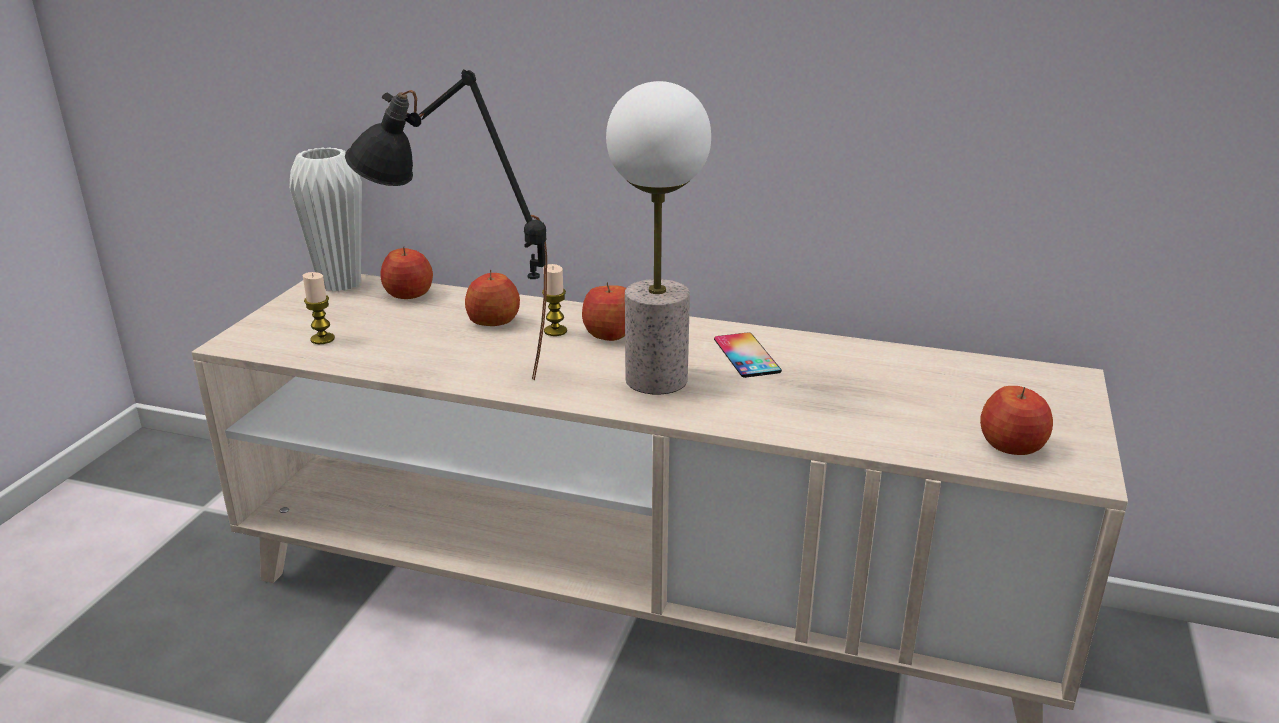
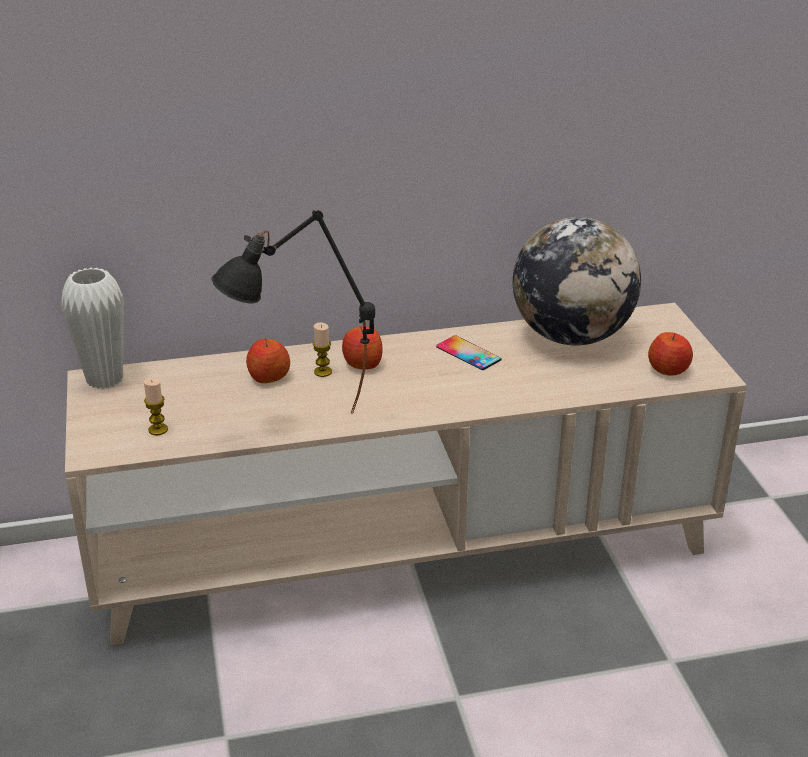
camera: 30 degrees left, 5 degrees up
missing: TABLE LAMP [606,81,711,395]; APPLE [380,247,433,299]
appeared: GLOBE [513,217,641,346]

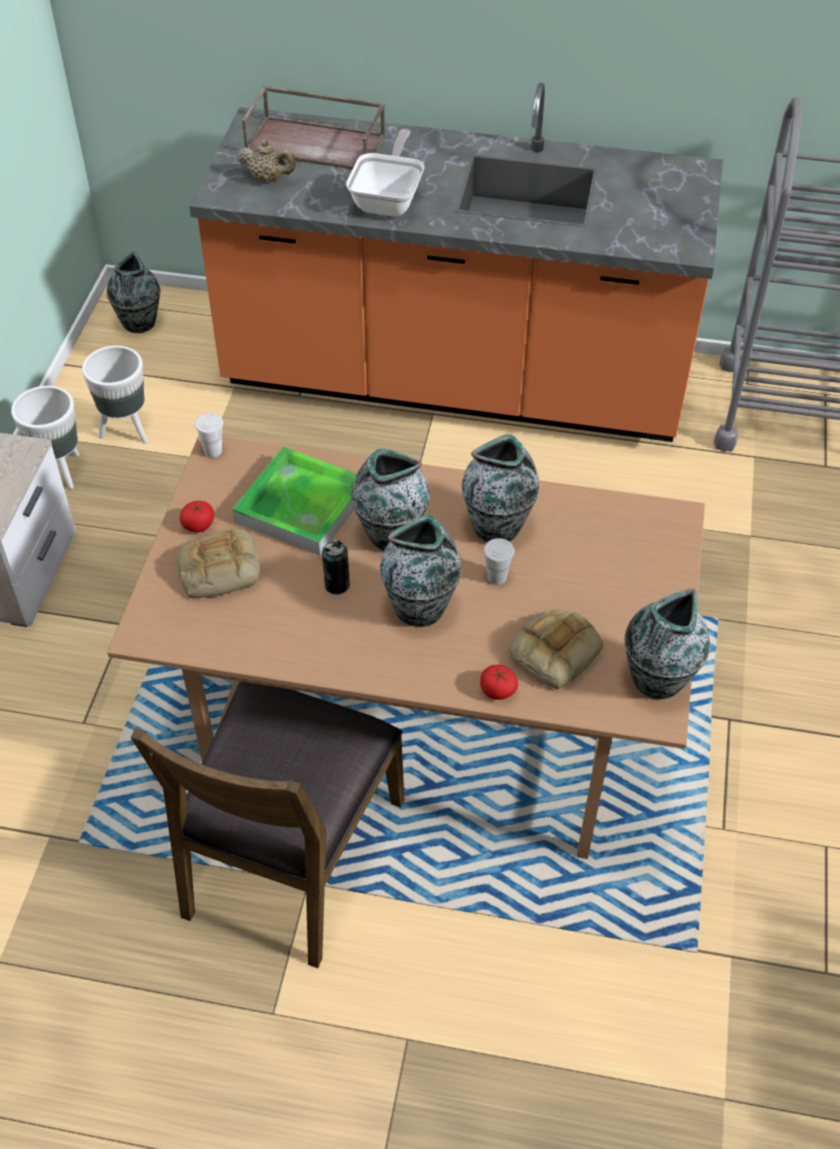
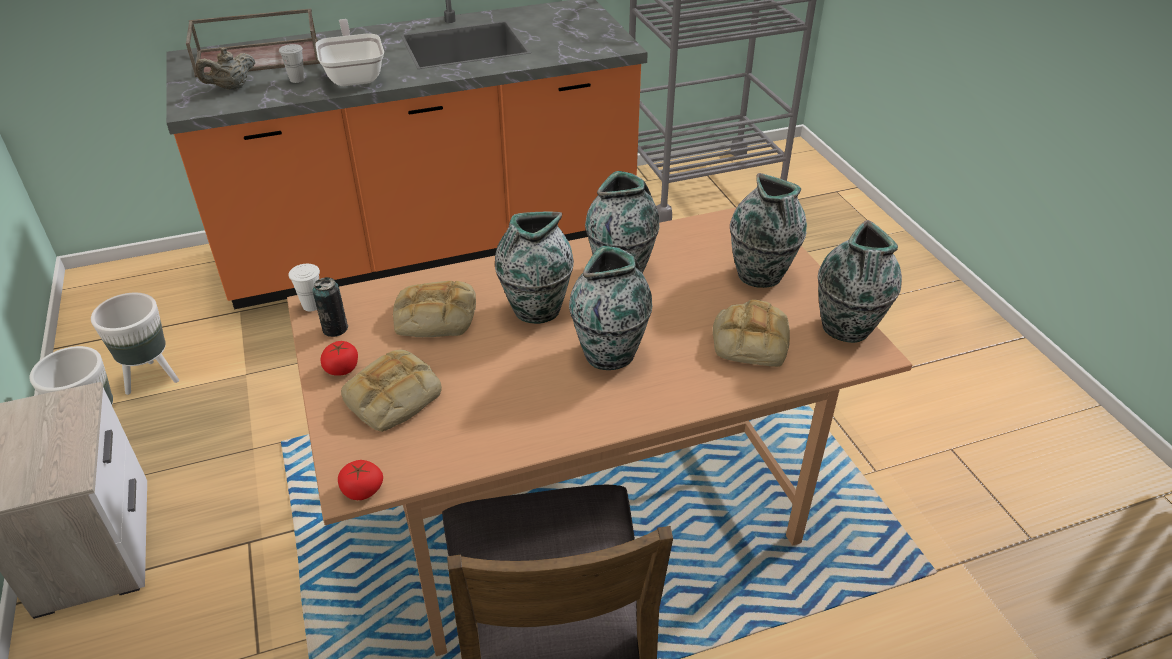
camera: 30 degrees left, 10 degrees down
relocated: VASE [107,251,161,333] to [730,173,807,288]; WHITE CUP [483,538,514,585] to [279,44,305,83]; CAN [322,540,350,595] to [313,277,348,337]; TOMATO [480,665,518,700] to [338,460,383,500]
exchanged: TRAY [233,447,357,556] to BREAD [393,281,476,337]
spun: BEIGE TEAPOT [237,139,296,182] = [196,48,255,90] 150 degrees clockwise

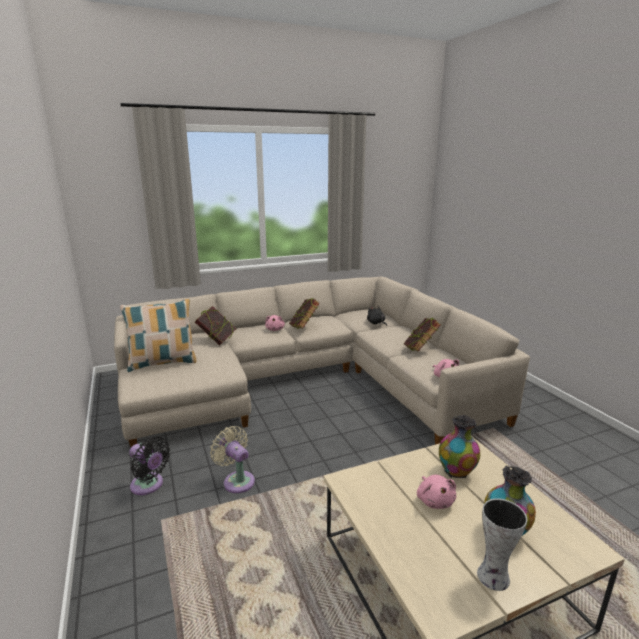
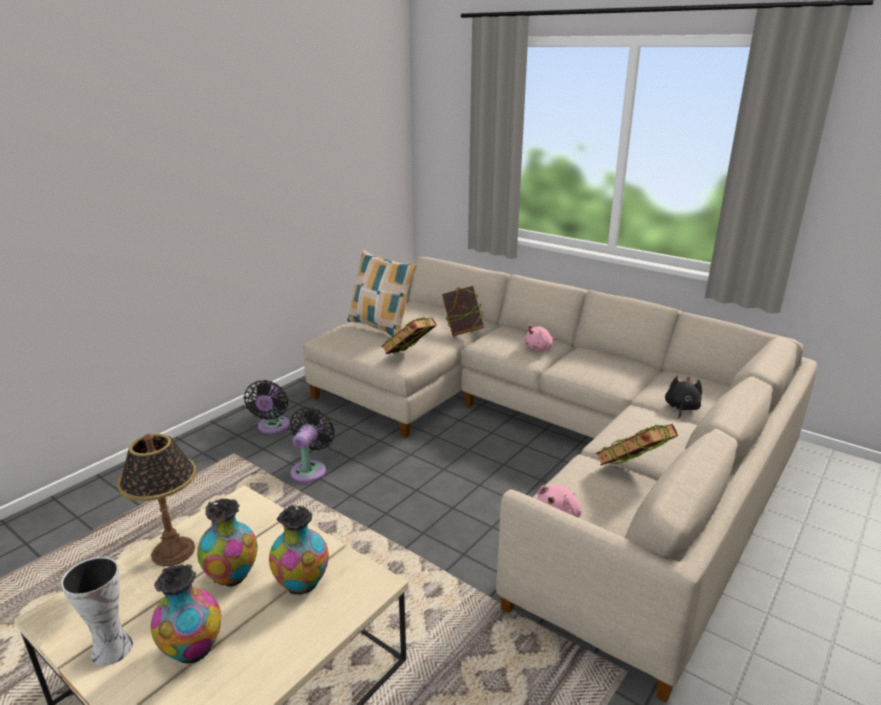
camera: 60 degrees right, 5 degrees up
appeared: TABLE LAMP [117,434,196,566]
relocated: BOOK [289,298,320,329] to [381,317,437,354]
exchanged: PINK PLUSH TOY [417,475,456,509] to VASE [197,498,257,587]
colour: BEIGE FAN [210,426,255,493] to BLACK FAN [290,407,335,483]

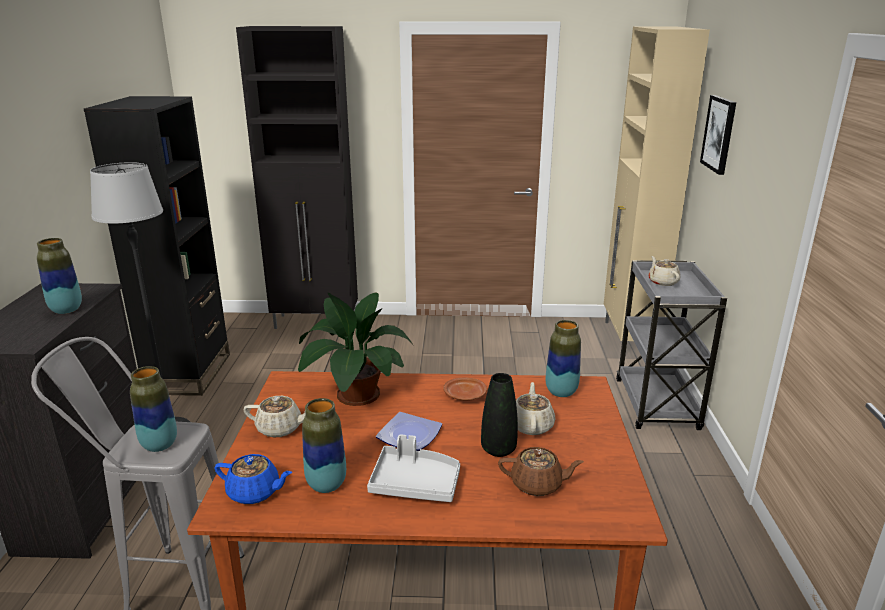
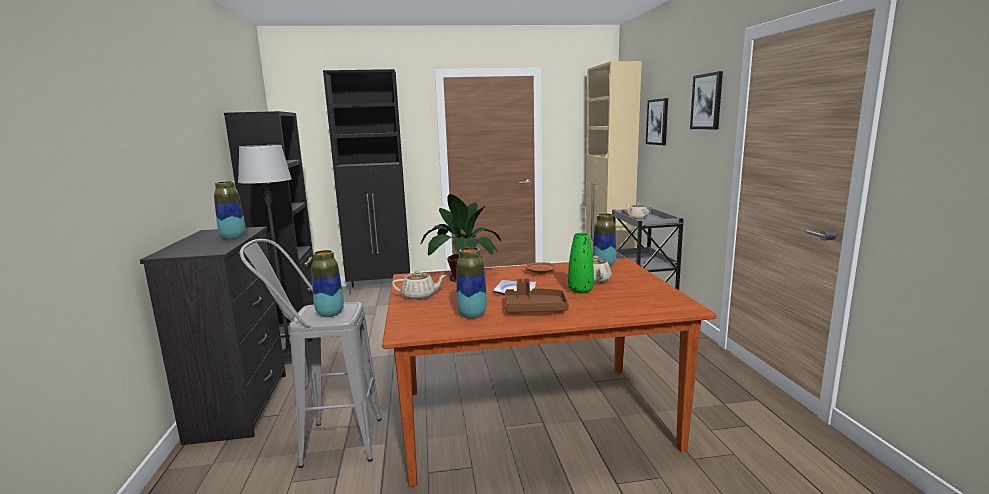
camera: 10 degrees left, 10 degrees down
missing: BROWN TEAPOT [498,447,584,496]; BLUE TEAPOT [214,454,292,504]
appeared: PICTURE [690,71,723,129]
colour: BLACK VASE [481,373,518,457] to GREEN VASE [568,233,594,293]; GREY TRAY [367,434,460,502] to BROWN TRAY [505,279,569,312]

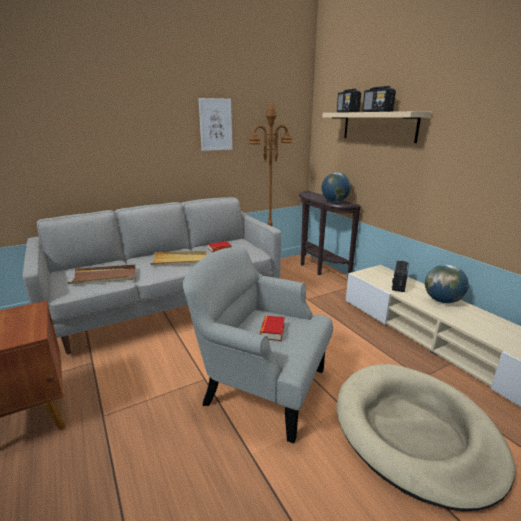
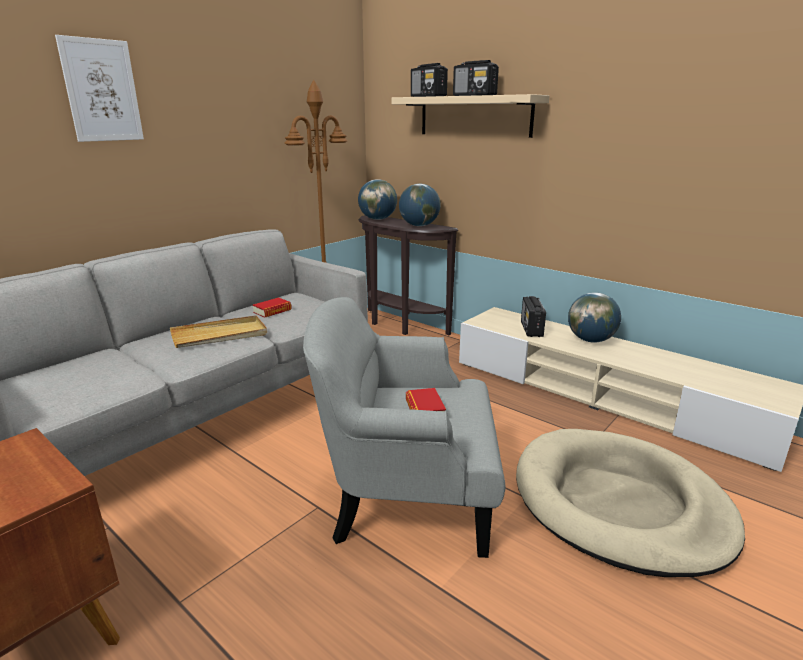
camera: 20 degrees left, 0 degrees up
missing: BROWN TRAY [68,265,136,284]
appeared: GLOBE [358,179,397,220]
relocated: PICTURE [199,98,232,151] to [55,35,144,142]

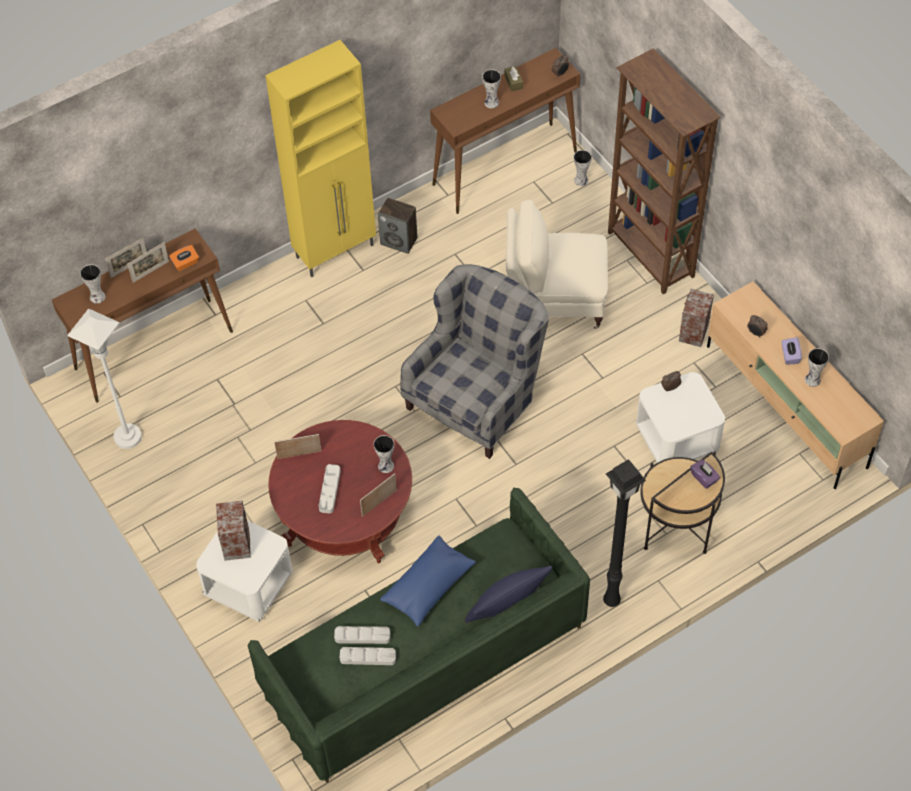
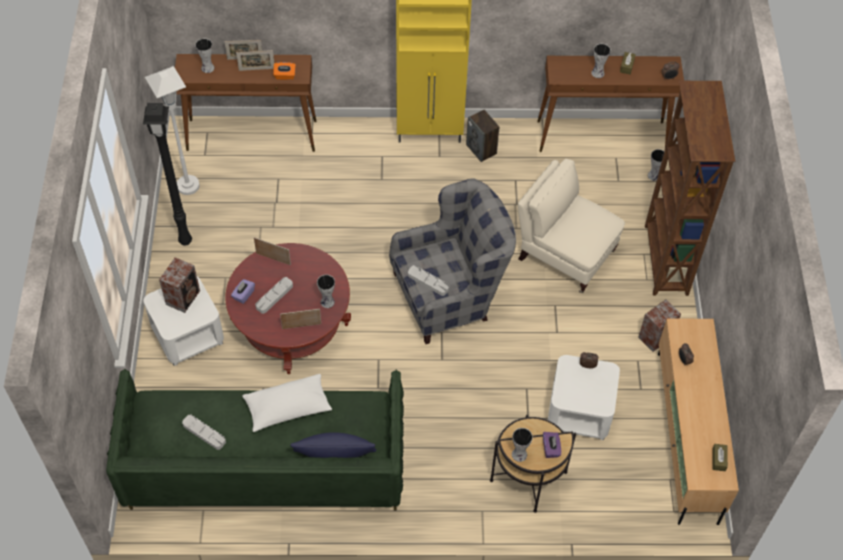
camera: 30 degrees right, 0 degrees up
appeared: BROWN TISSUE BOX [712,444,728,471]
relocated: PURPLE TISSUE BOX [782,337,802,365] to [231,279,255,304]; VASE [805,348,829,387] to [512,428,533,462]; BLACK FLOOR LAMP [603,459,646,607] to [143,103,192,246]; GREY TRAY [334,626,390,644] to [408,265,449,296]
colour: BLUE PILLOW [380,535,476,627] to WHITE PILLOW [242,374,332,432]

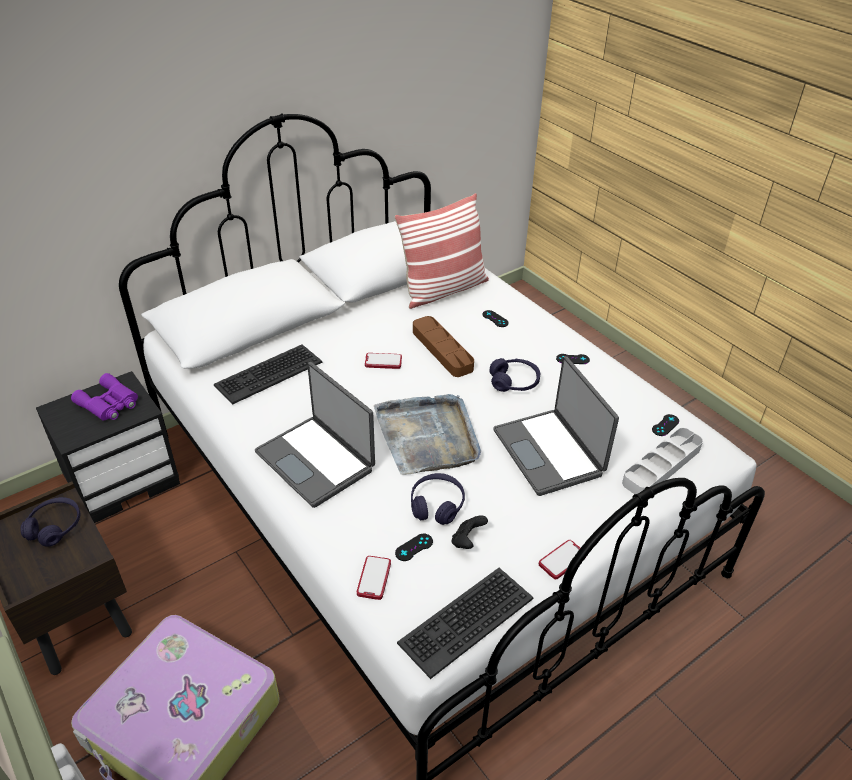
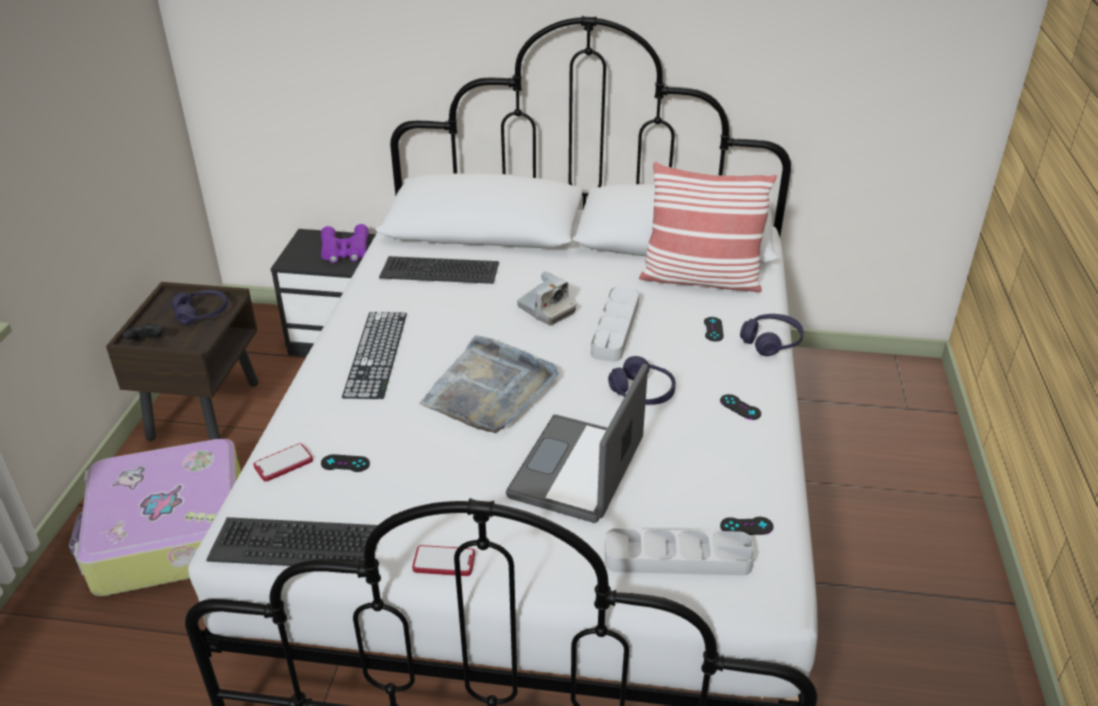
camera: 45 degrees right, 5 degrees down
relocated: PURPLE HEADPHONES [411,473,465,525] to [740,314,804,356]; BLACK GAME CONTROLLER [452,515,488,549] to [123,323,164,342]
exchanged: PHONE [365,353,402,369] to PHOTO CAMERA [517,271,576,326]; LAPTOP [255,362,375,508] to KEYBOARD [342,312,407,399]
colour: BROWN TRAY [413,316,474,377] to GREY TRAY [591,287,639,362]

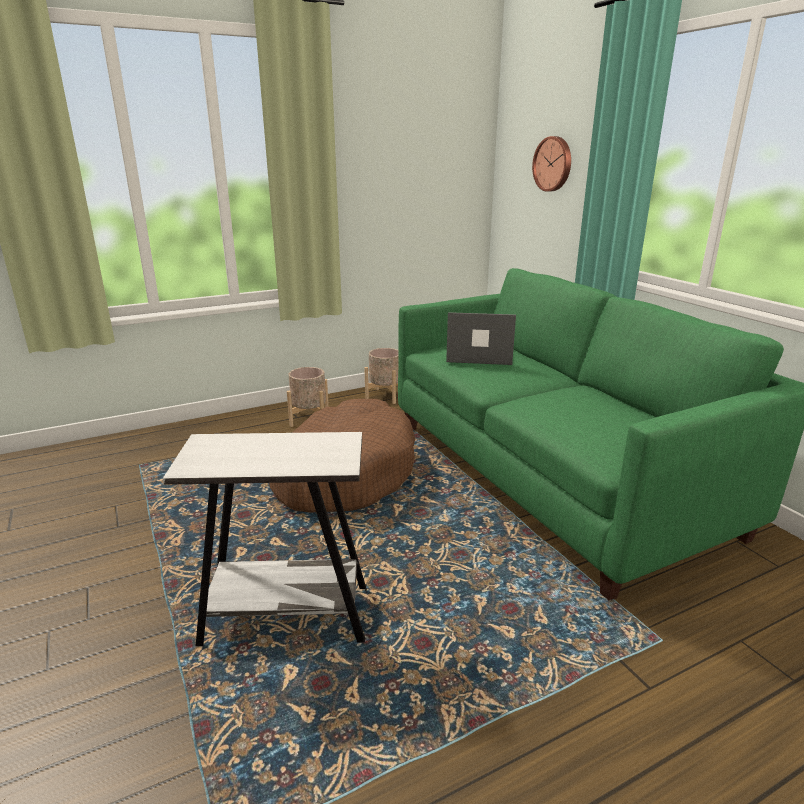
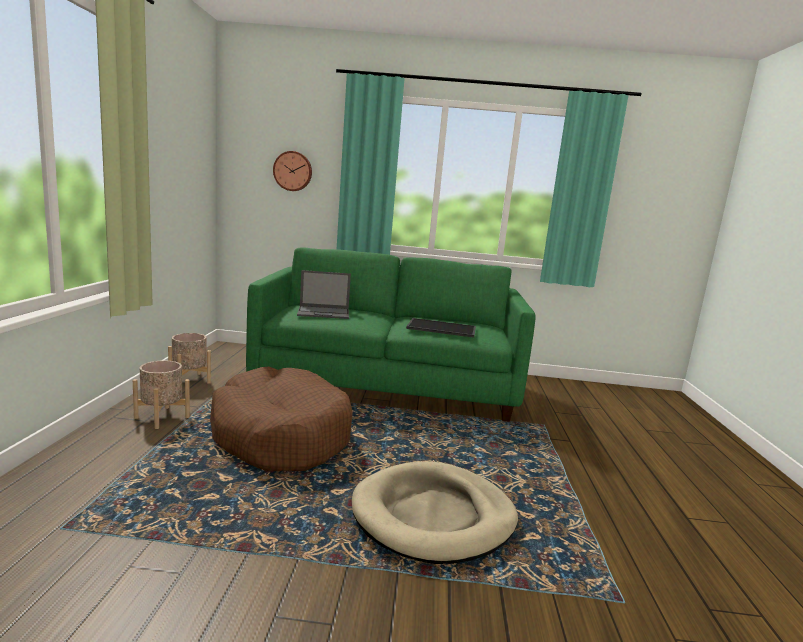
camera: 60 degrees left, 10 degrees down
appeared: TRAY [406,318,476,338]
exchanged: WHITE SIDE TABLE [163,432,367,646] to BEIGE DOG BED [352,461,518,564]
spun: LAPTOP [446,312,516,365] = [297,270,351,319] 135 degrees counterclockwise

